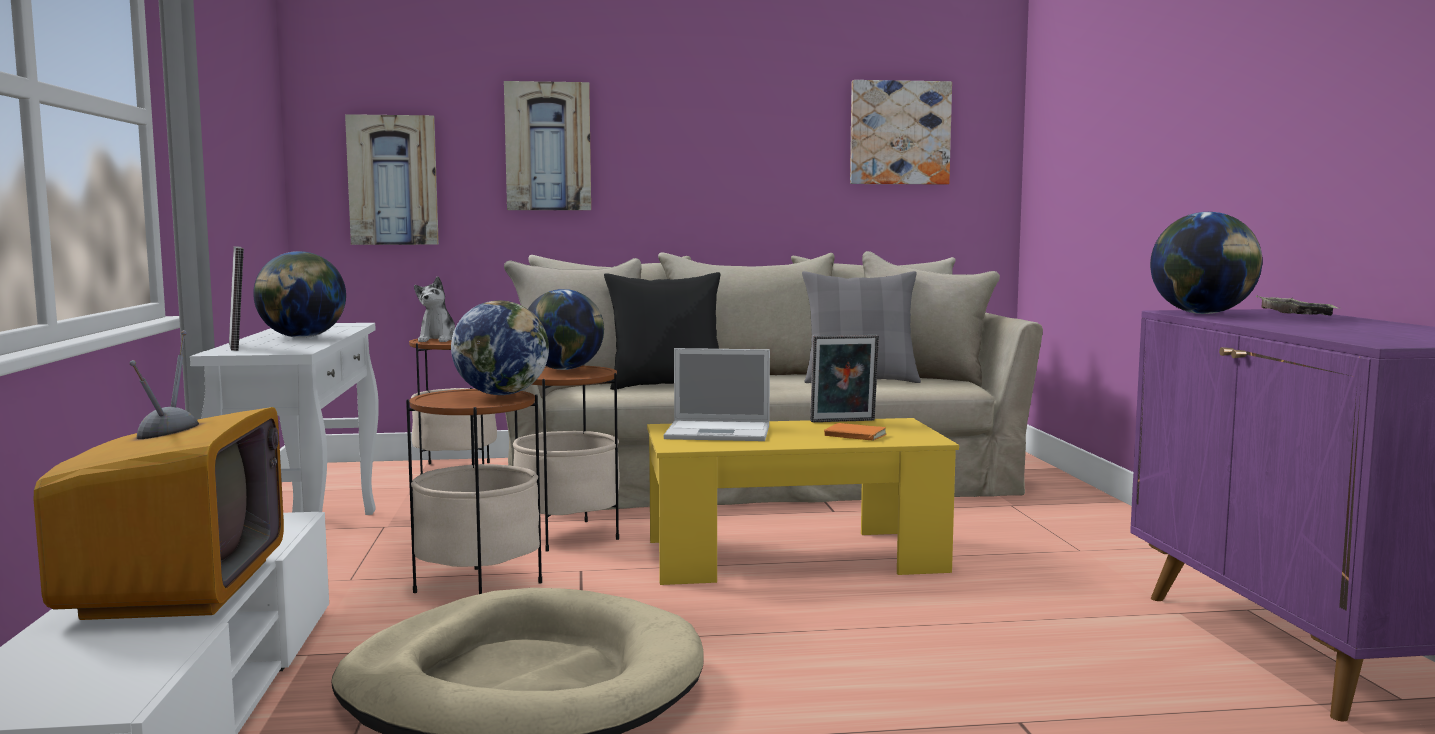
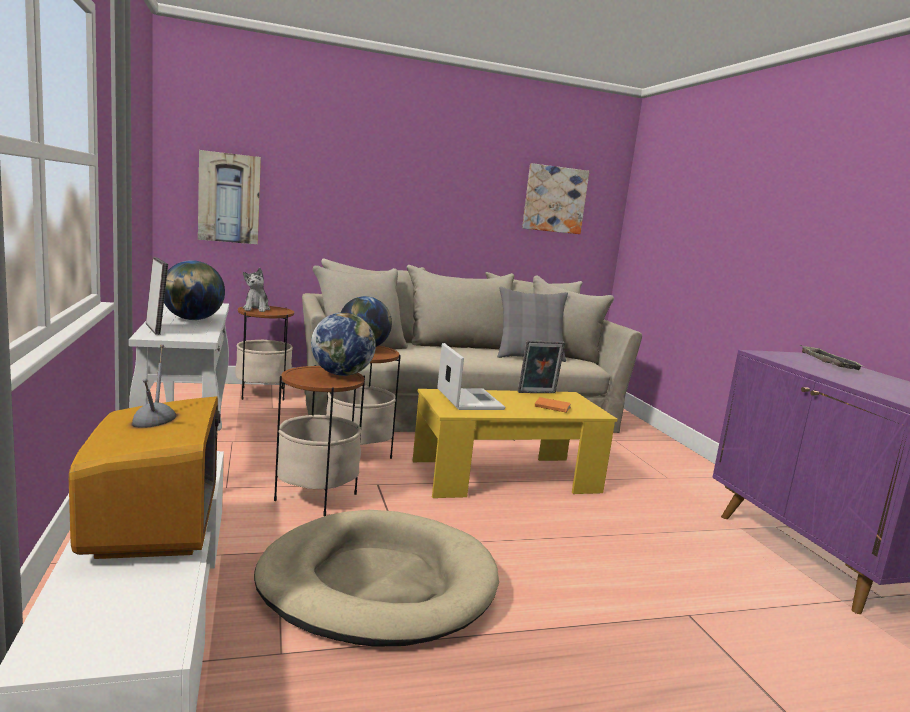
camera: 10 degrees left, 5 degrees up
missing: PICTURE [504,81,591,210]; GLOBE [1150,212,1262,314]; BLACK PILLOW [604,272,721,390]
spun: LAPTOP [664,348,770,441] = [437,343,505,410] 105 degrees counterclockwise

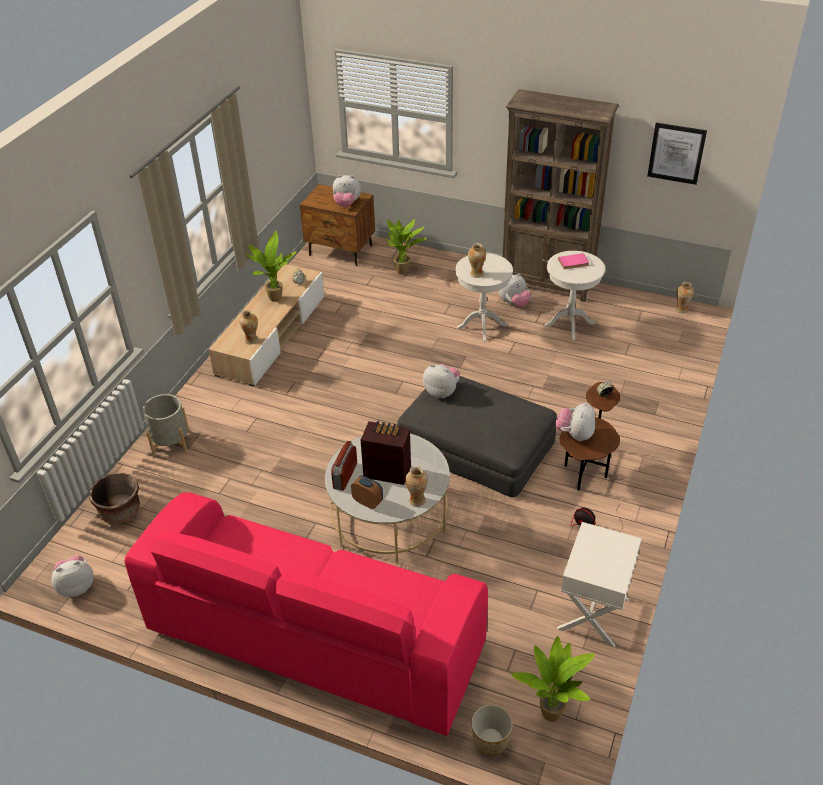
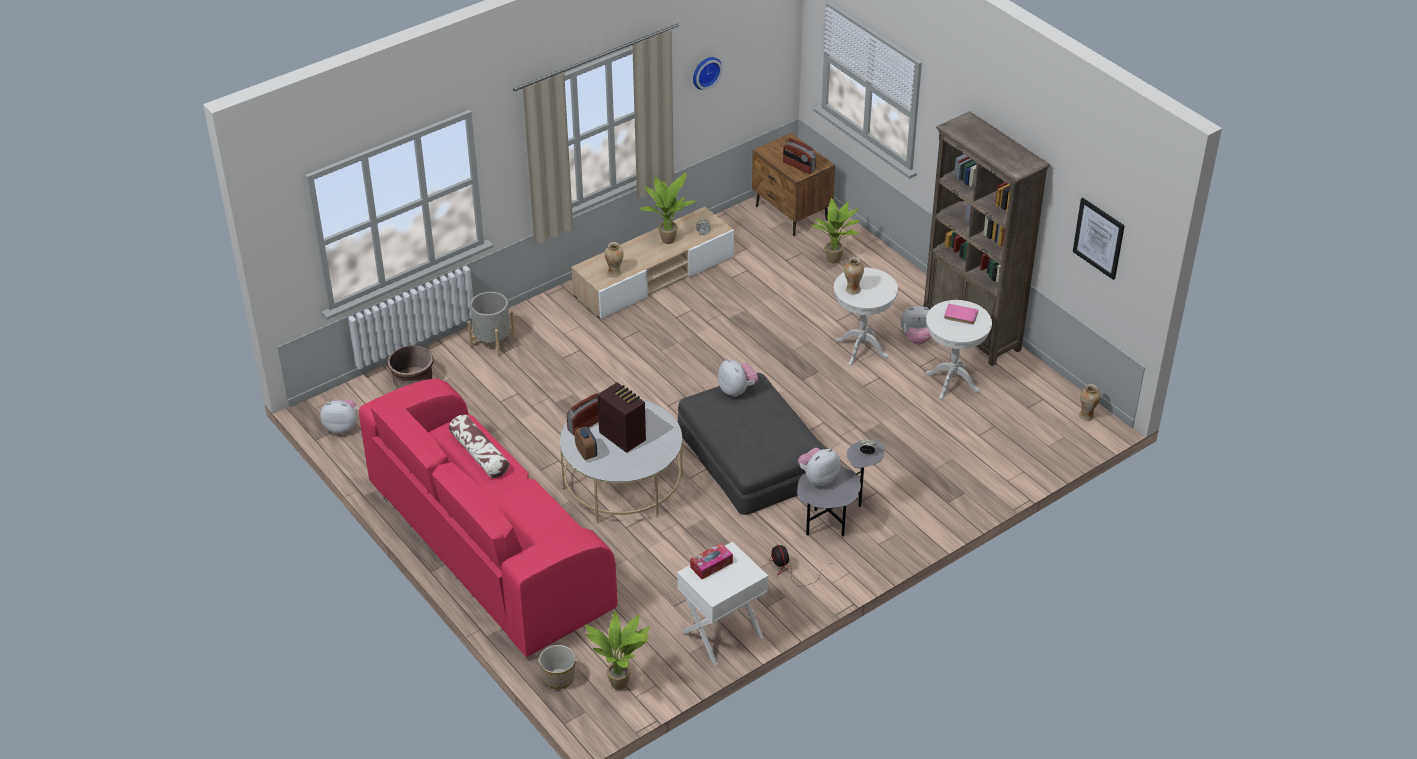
camera: 30 degrees right, 0 degrees up
missing: VASE [405,467,428,507]
appeared: WALL CLOCK [693,57,723,90]; PILLOW [449,415,509,478]; TISSUE BOX [690,543,733,579]
exchanged: PLUSH TOY [333,175,361,207] to RADIO [783,138,816,174]
colour: BROWN SIDE TABLE [560,382,620,490] to GREY SIDE TABLE [797,439,885,537]

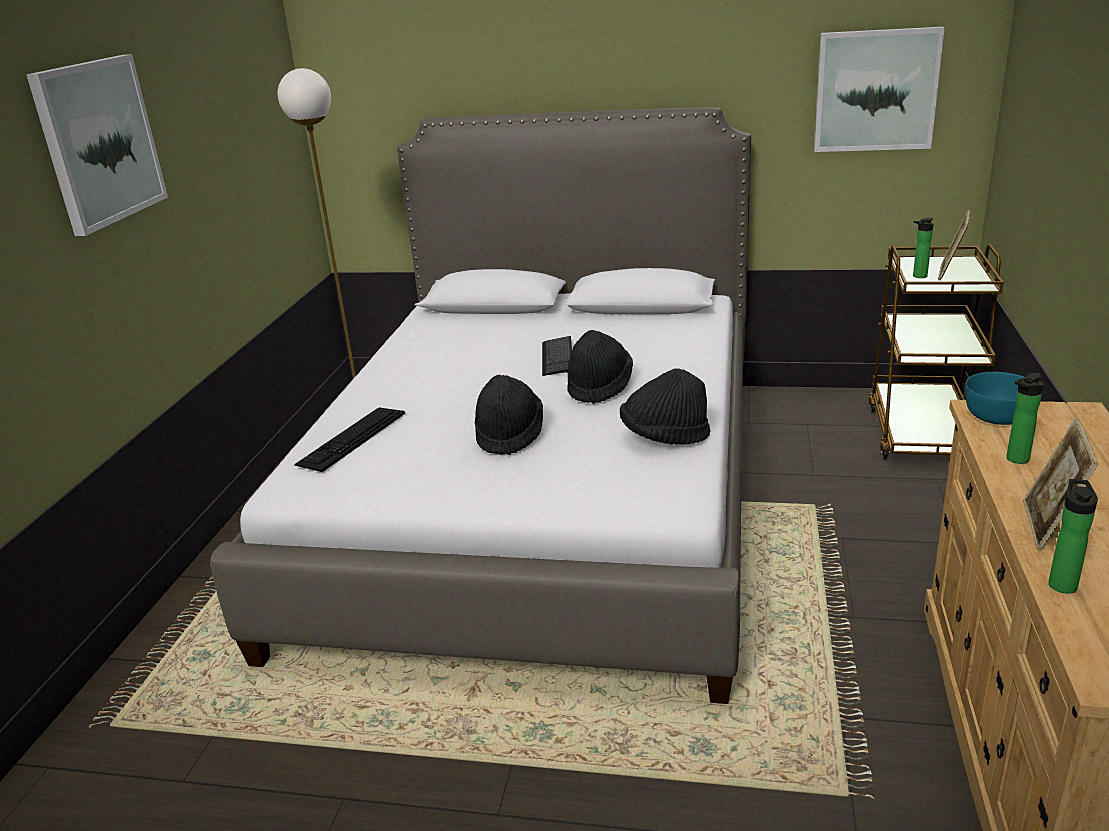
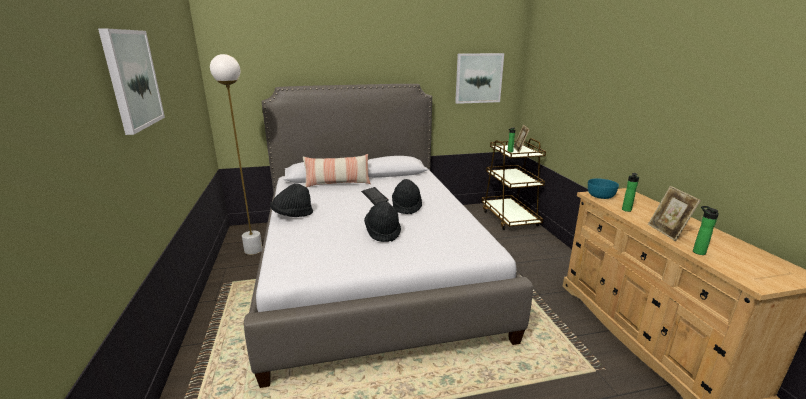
camera: 25 degrees left, 5 degrees down
missing: KEYBOARD [294,407,405,472]
appeared: PILLOW [303,154,371,188]
relocated: BLACK HAT [620,369,710,445] to [270,183,313,217]

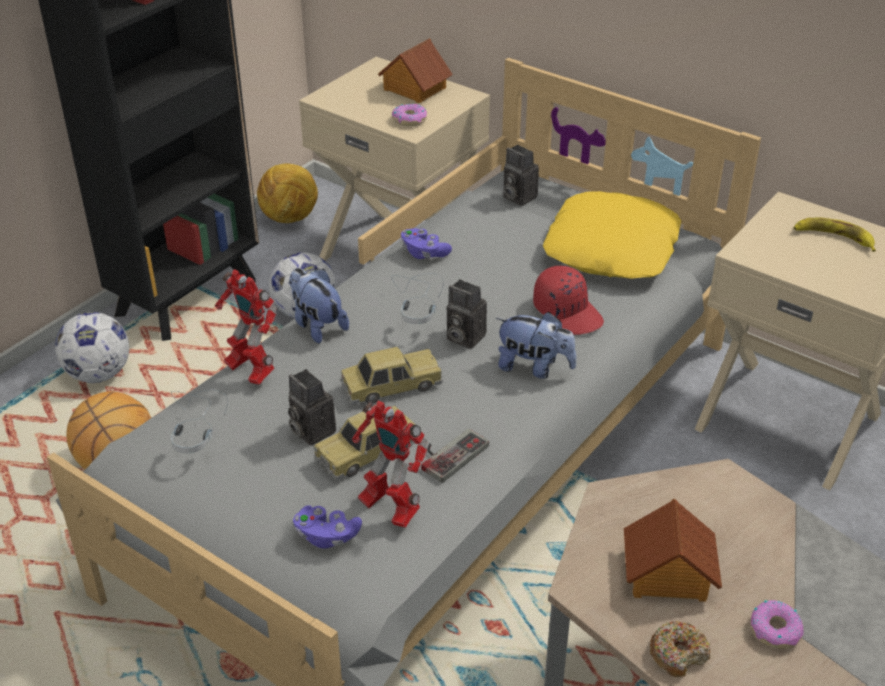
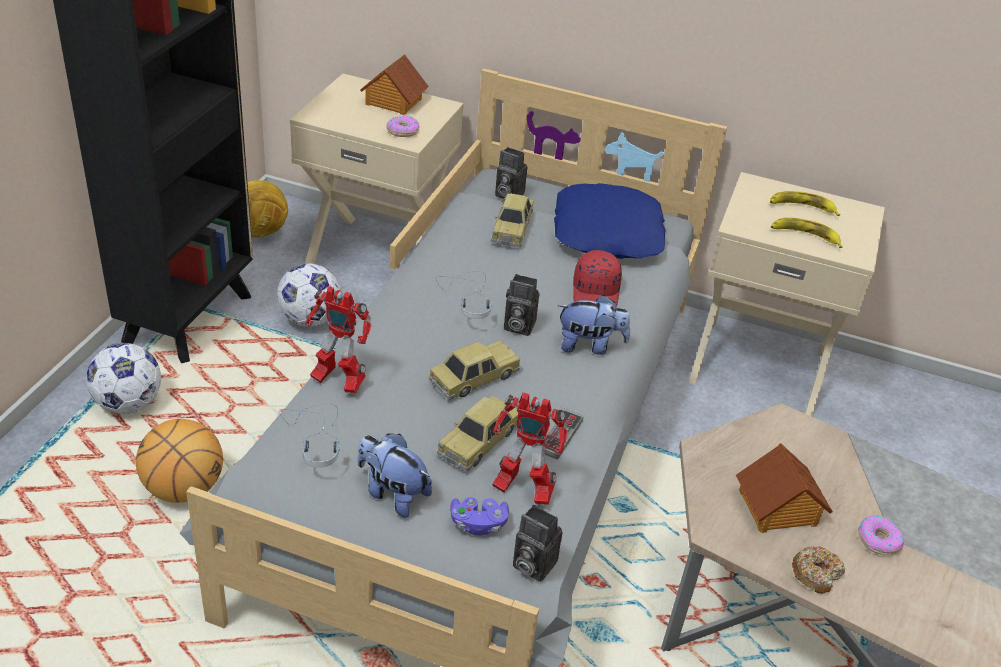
camera: 20 degrees left, 0 degrees up
missing: PURPLE GAME CONTROLLER [401,228,452,259]
appeared: TOY CAR [491,193,534,247]; BANANA [771,218,842,248]
relocated: PLUSH TOY [289,268,349,344] to [358,434,432,518]; PHOTO CAMERA [288,369,336,446] to [513,505,563,582]
colour: YELLOW PILLOW [542,191,681,279] to BLUE PILLOW [554,183,666,259]
spun: RED CAP [533,266,604,335] = [573,250,622,309] 60 degrees clockwise

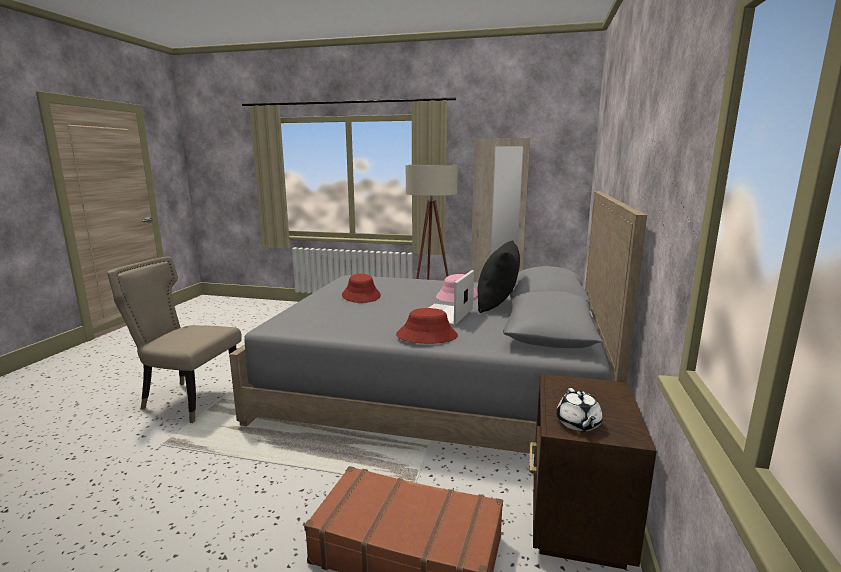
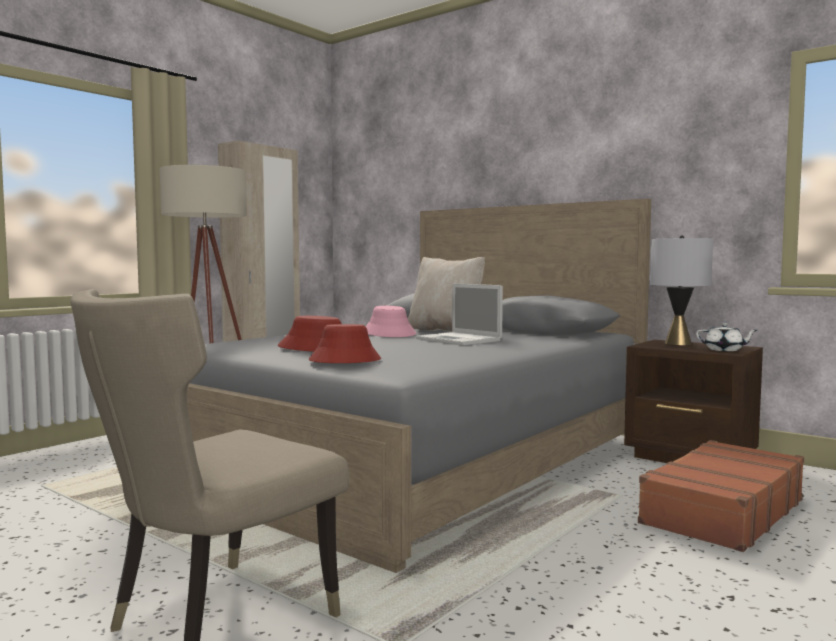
camera: 65 degrees left, 10 degrees down
appeared: GREY TABLE LAMP [650,235,713,345]
relocated: RED HAT [396,308,458,344] to [309,324,381,363]
colour: BLACK PILLOW [477,240,520,313] to BEIGE PILLOW [408,257,485,332]

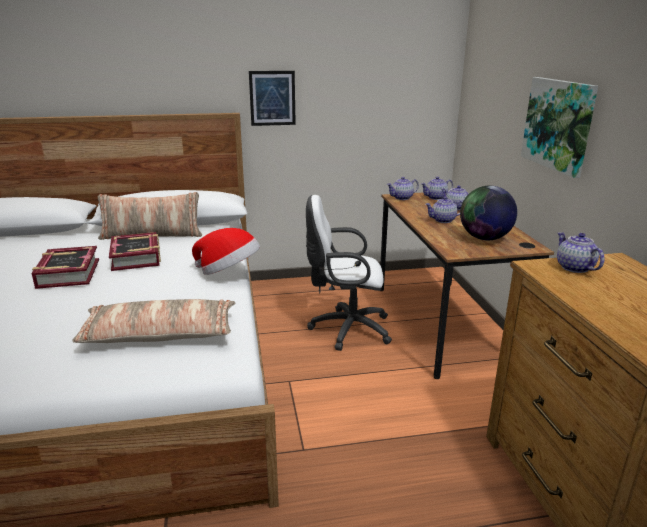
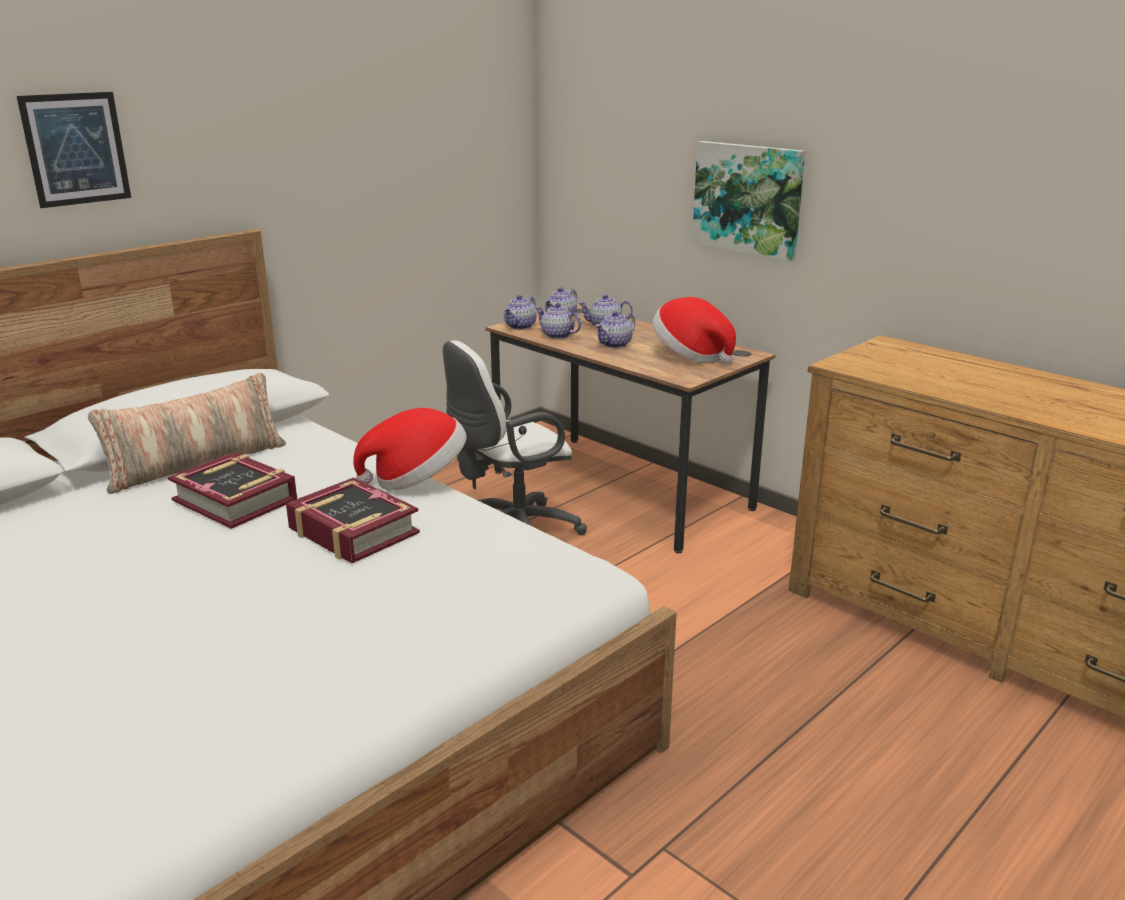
camera: 35 degrees left, 0 degrees up
missing: PILLOW [72,299,236,343]
relocated: PICTURE [249,71,296,126] to [17,92,131,208]; TEAPOT [557,232,605,273] to [535,303,581,339]; BOOK [32,246,99,289] to [286,477,420,563]
exchanged: GLOBE [460,186,517,240] to HAT [653,297,736,364]

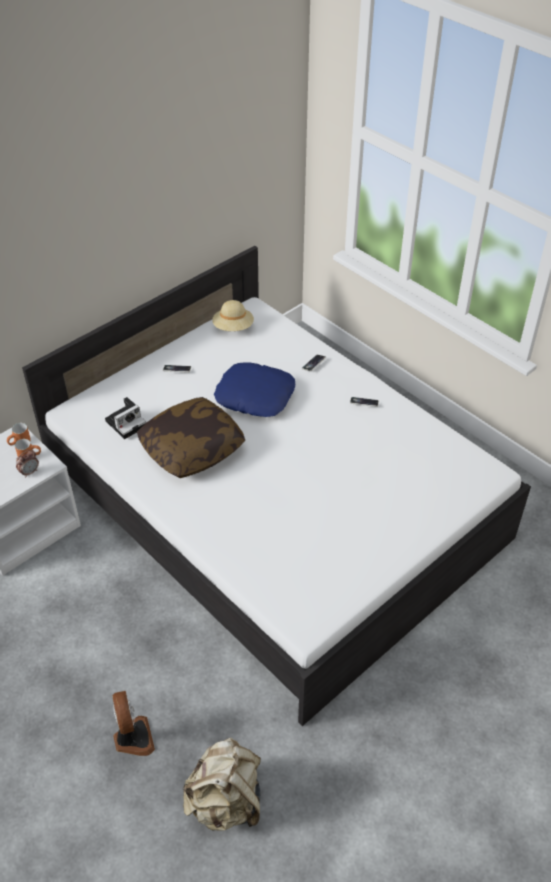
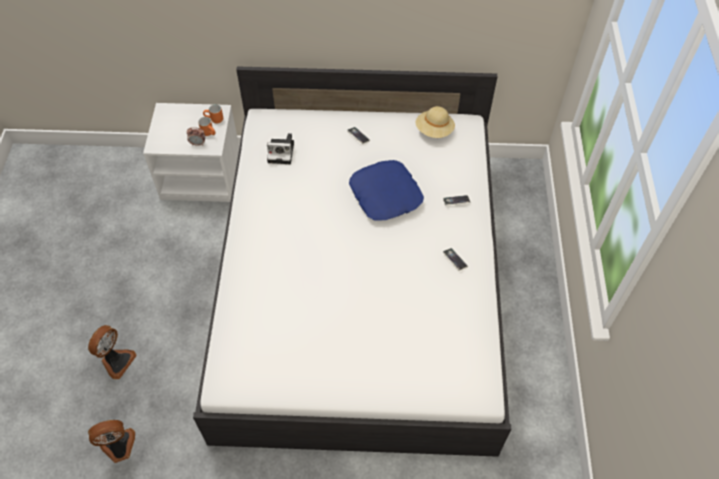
camera: 45 degrees right, 10 degrees up
missing: PILLOW [137,397,245,478]
exchanged: BEIGE BACKPACK [183,738,261,831] to FAN [88,420,135,463]

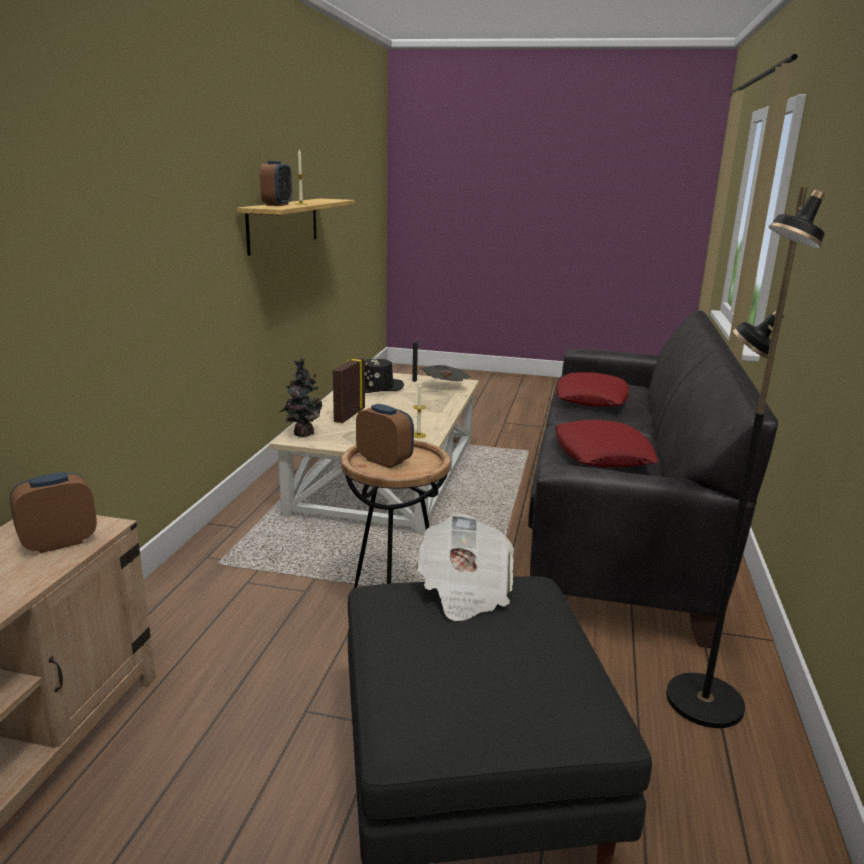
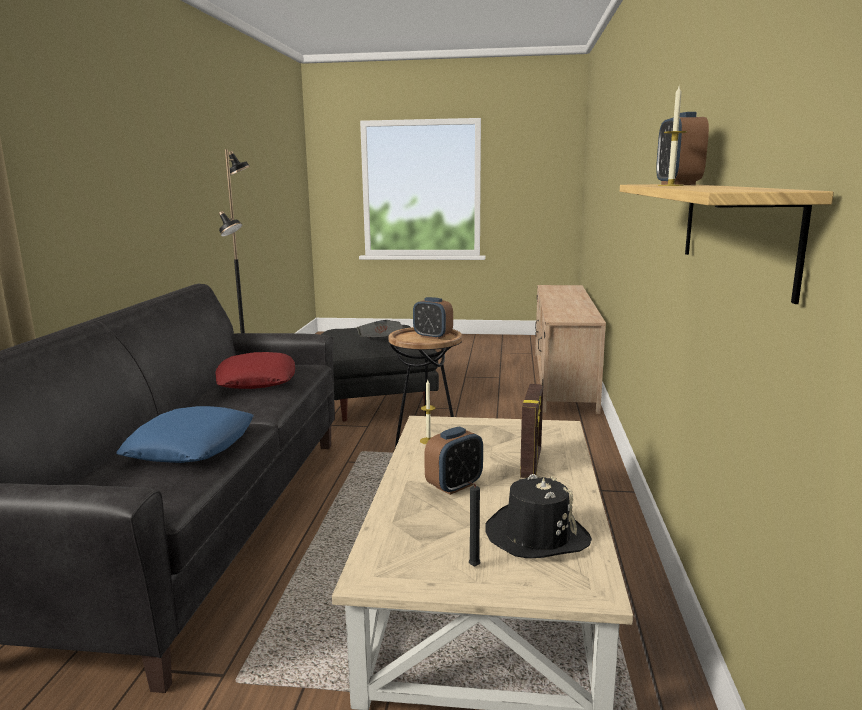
camera: 175 degrees right, 5 degrees down
missing: POTTED PLANT [280,357,323,437]; NEWSPAPER [420,365,470,382]
relocated: ALARM CLOCK [10,472,97,553] to [424,427,483,495]
colour: RED PILLOW [556,372,629,407] to BLUE PILLOW [116,406,254,463]

